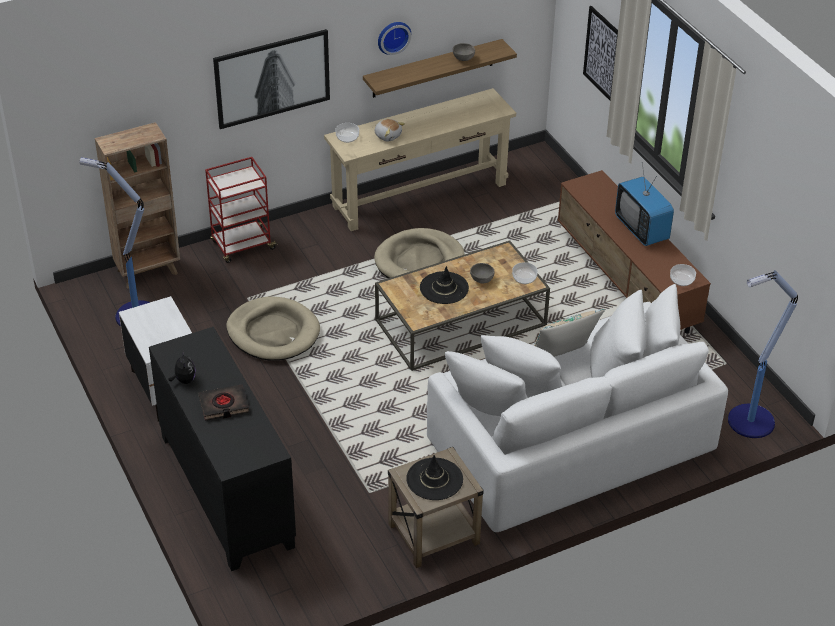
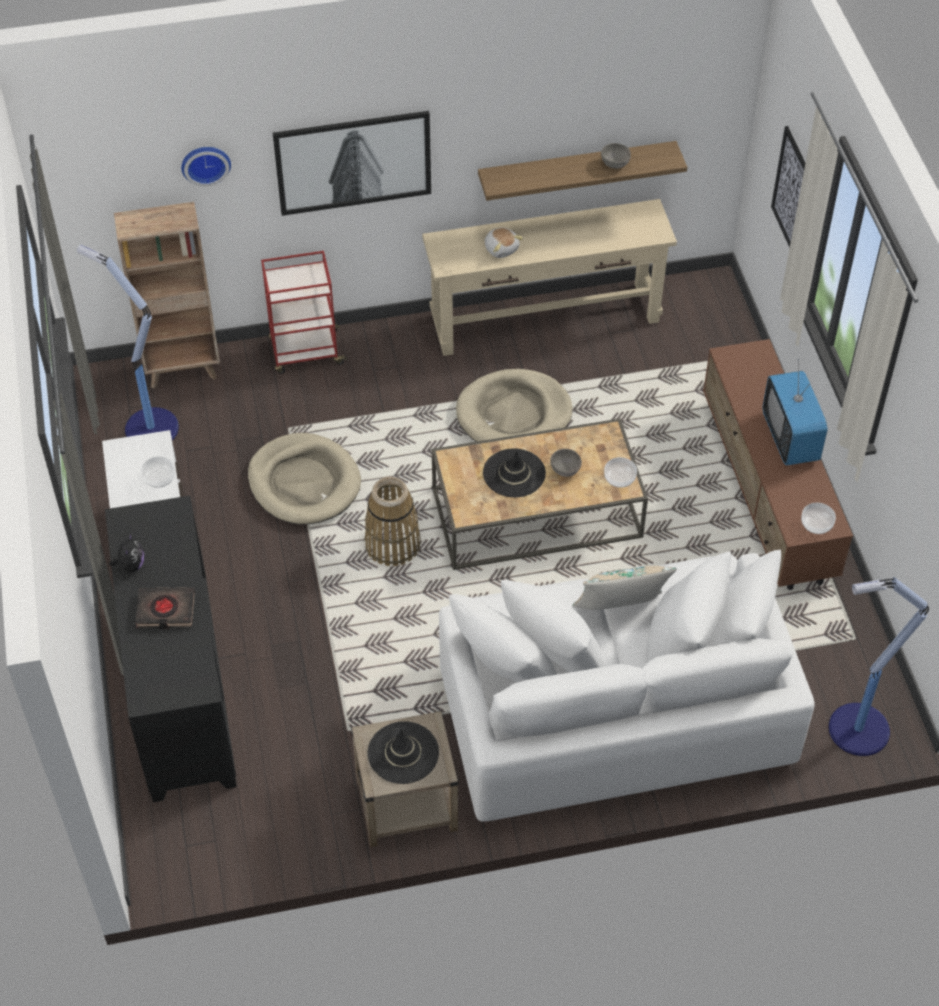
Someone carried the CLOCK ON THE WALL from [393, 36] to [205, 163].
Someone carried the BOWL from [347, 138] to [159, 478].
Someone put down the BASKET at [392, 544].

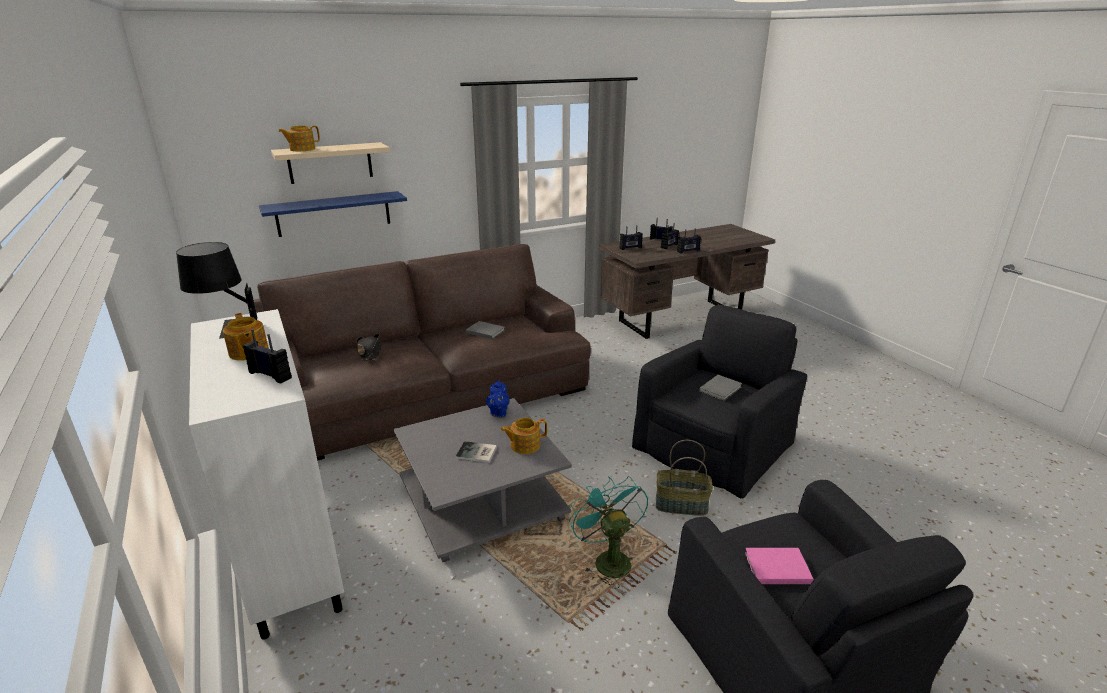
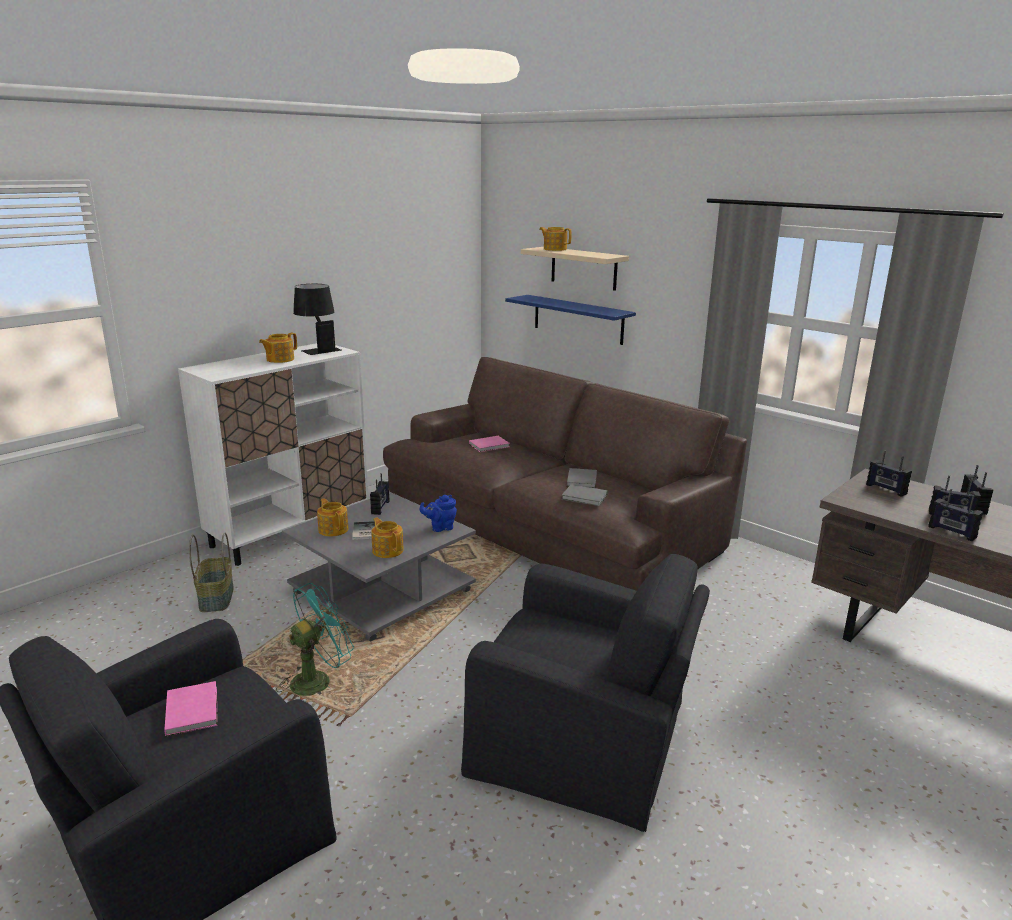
Someone carried the RADIO RECEIVER from [271, 375] to [380, 507].
Someone swapped the BLACKISH HAT at [370, 352] for the PINK VOLUME at [490, 445].
Someone carried the GRAY VOLUME from [721, 389] to [585, 497].
Someone carried the BASKET from [681, 505] to [215, 598].
Someone put down the TEAPOT at [333, 529].

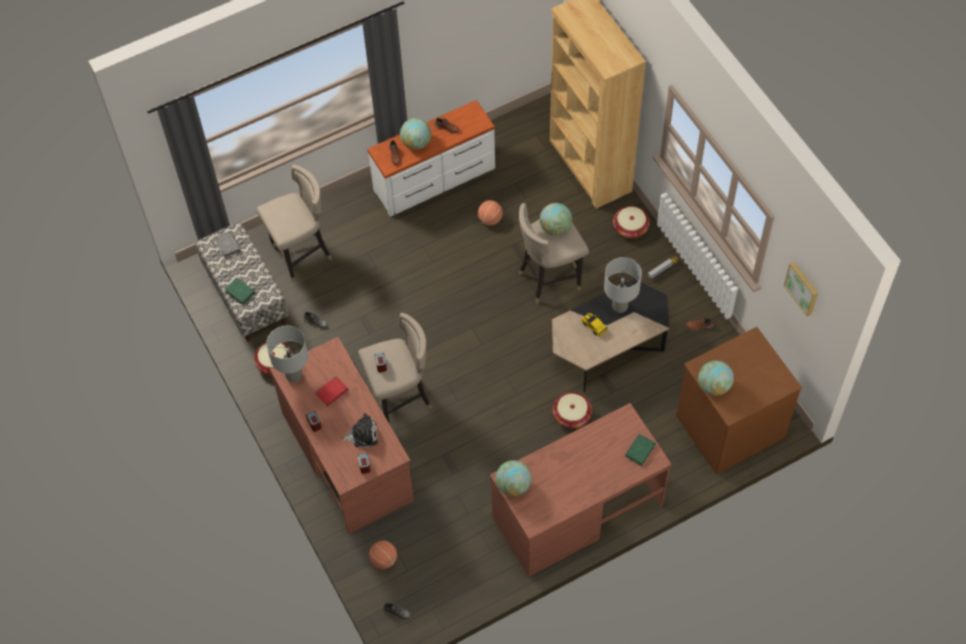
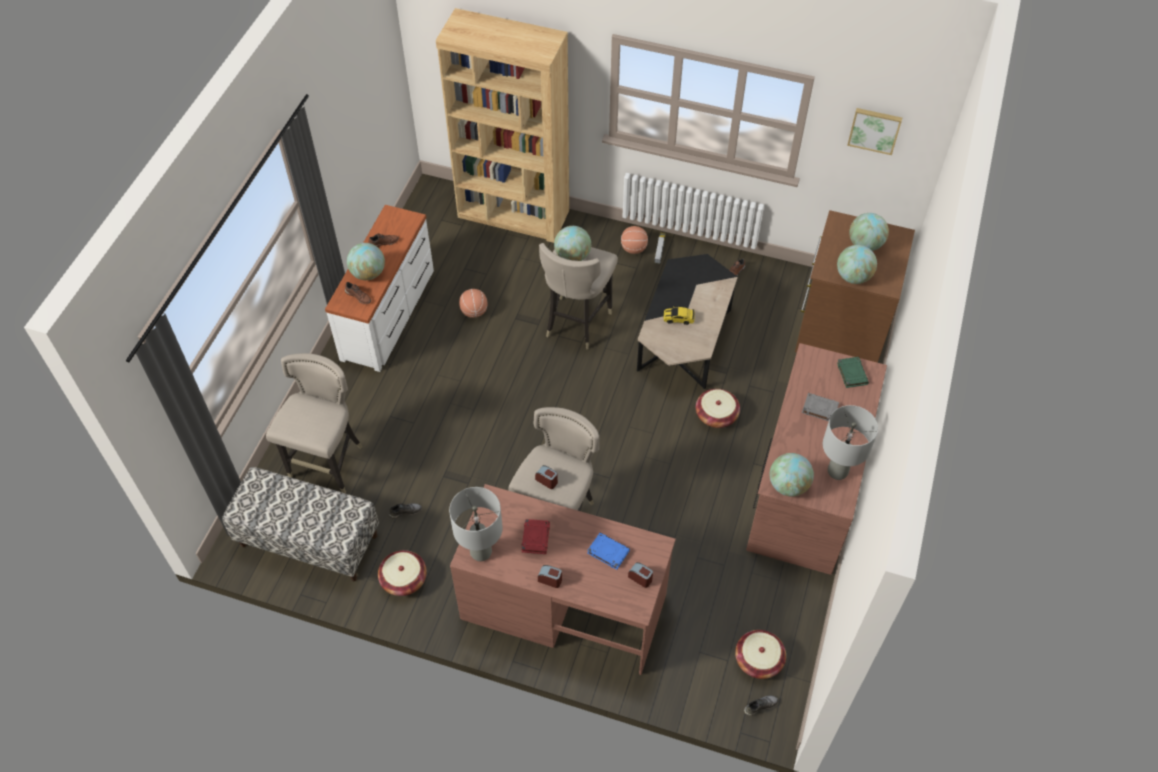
Someone carried the BASKET from [630, 228] to [758, 660].
Someone carried the GRAY VOLUME from [227, 245] to [819, 409].
Someone carried the GRAY TABLE LAMP from [620, 306] to [837, 471].
Someone took away the GREEN-COLOURED VOLUME at [239, 292].
Someone swapped the SOFT TOY at [363, 434] for the BLUE VOLUME at [607, 552].
Someone carried the BASKETBALL from [384, 560] to [634, 248].
Someone put down the WORLD GLOBE at [865, 244].

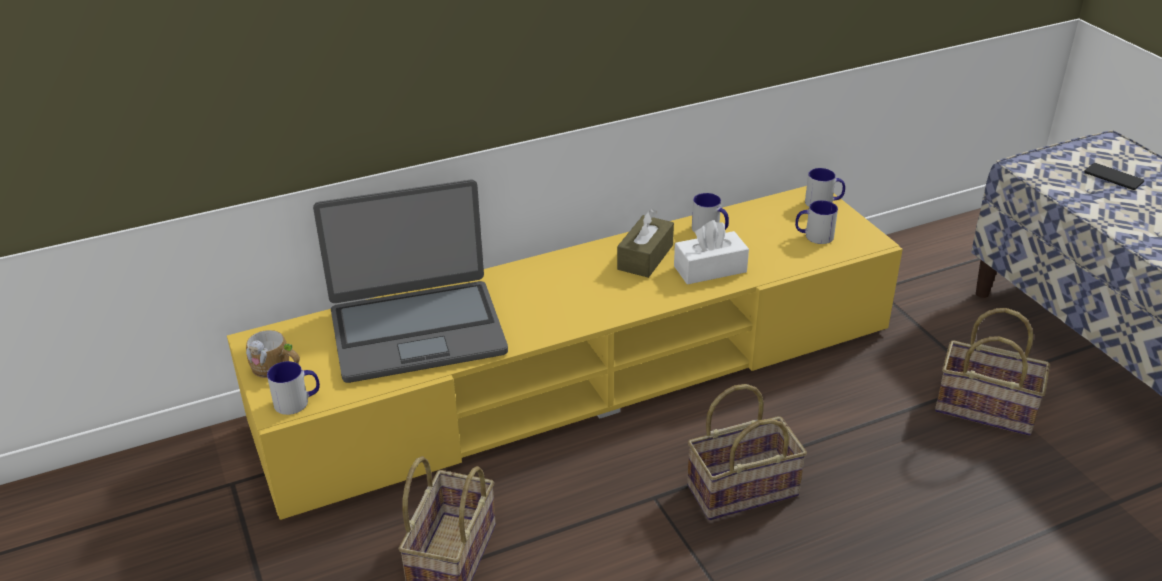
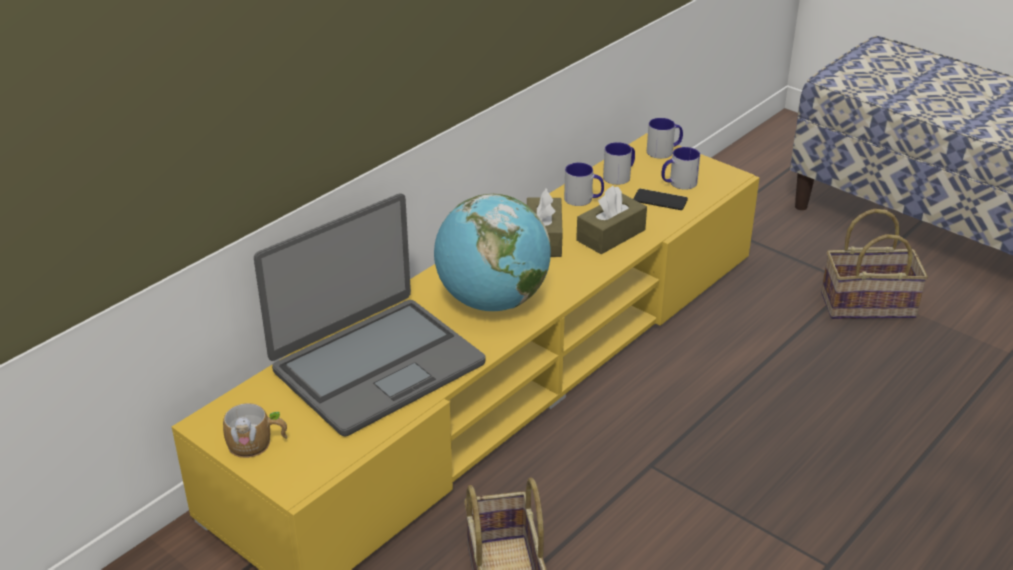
Someone carried the HANDSET from [1113, 177] to [660, 200].
Someone repainted the WHITE BOX OF TISSUES at [710, 269], which became the BROWN BOX OF TISSUES at [611, 235].
Someone carried the COFFEE MUG from [298, 402] to [620, 175].
Someone took away the BASKET at [744, 488].
Someone put down the WORLD GLOBE at [492, 301].

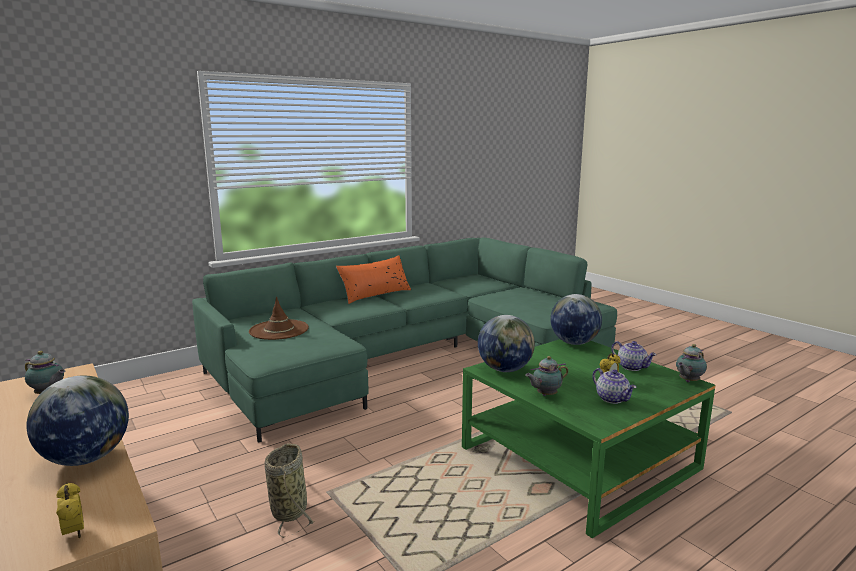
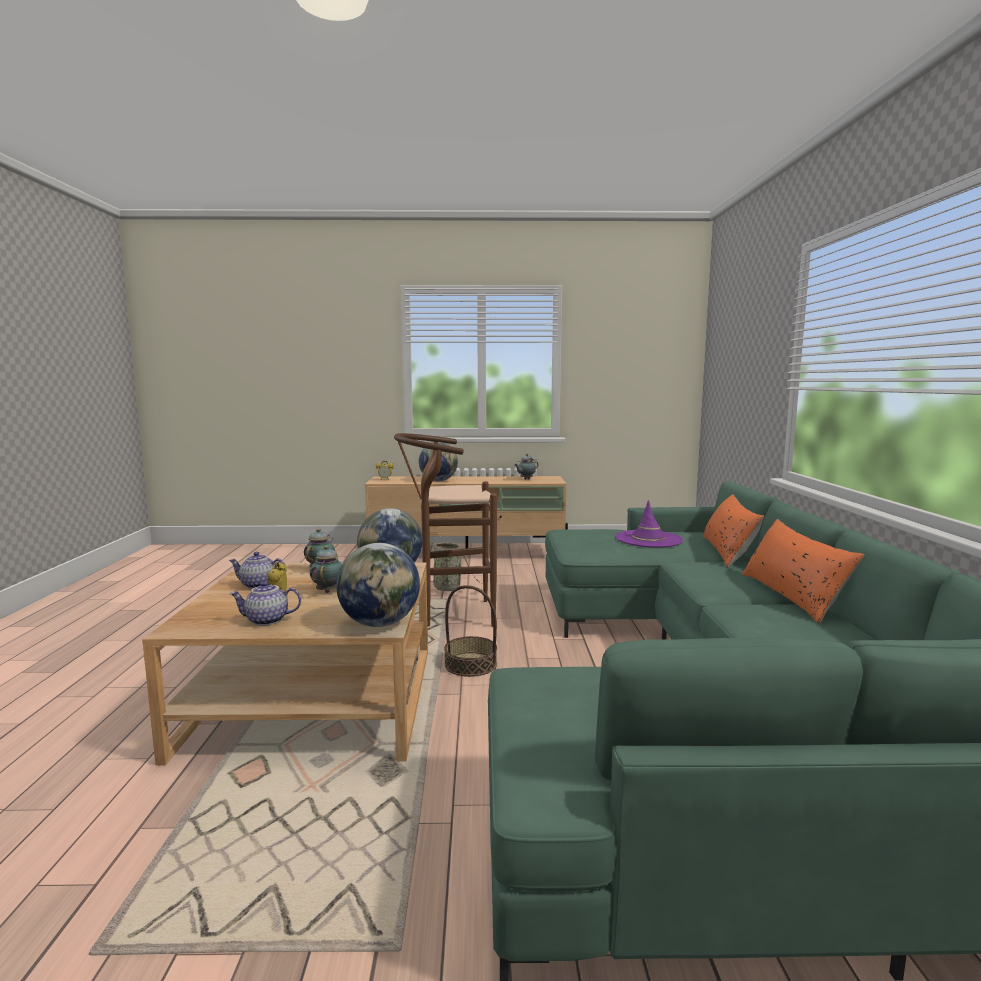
Someone repainted the BROWN HAT at [279, 330], which became the PURPLISH HAT at [648, 539].
Someone repainted the GREEN-COLOURED LOW TABLE at [578, 458], which became the BEIGE-COLOURED LOW TABLE at [315, 700].
Someone carried the TEAPOT from [688, 381] to [328, 590].
Someone put down the BROWN STOOL at [449, 615].
Someone put down the ORANGEY PILLOW at [728, 552].
Someone put down the BASKET at [470, 664].

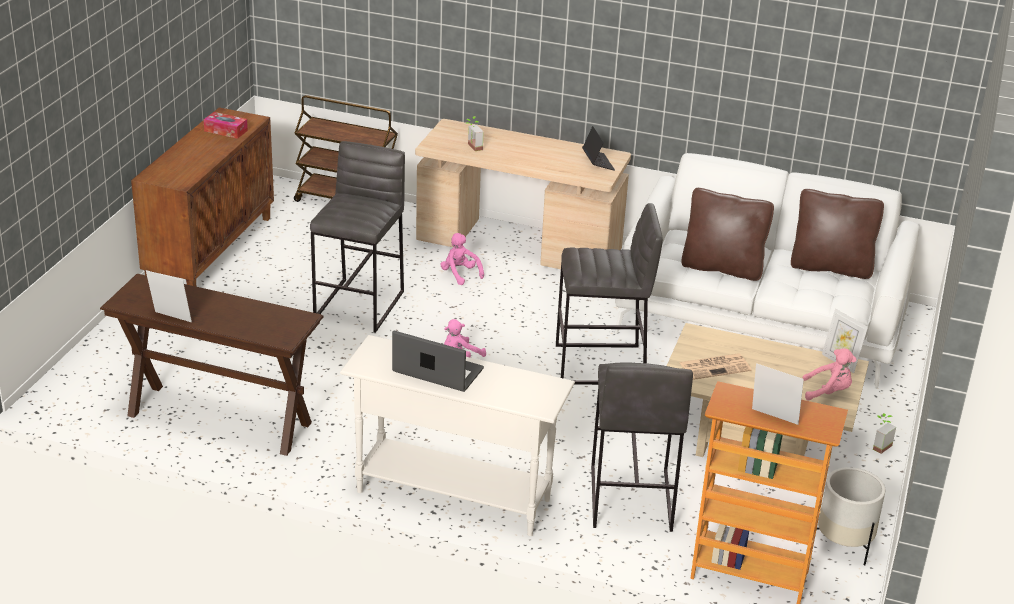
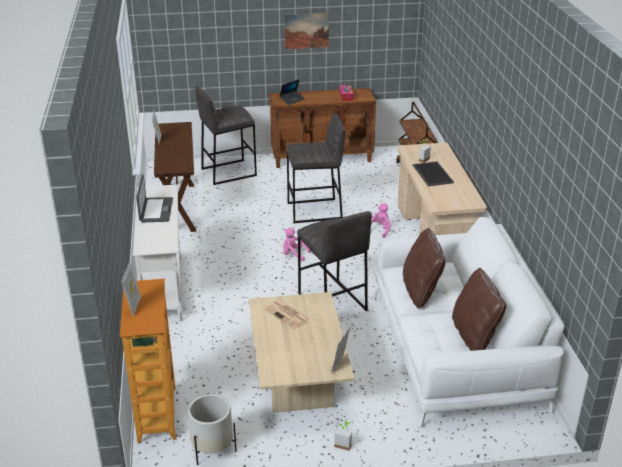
Someone carried the NOTEBOOK COMPUTER from [598, 163] to [292, 100].
Someone took away the PINK SOFT TOY at [828, 392].
Someone carried the GRAY STOOL from [629, 499] to [228, 172].
Someone put up the PICTURE at [306, 31].
Someone put down the SERVING TRAY at [431, 174].

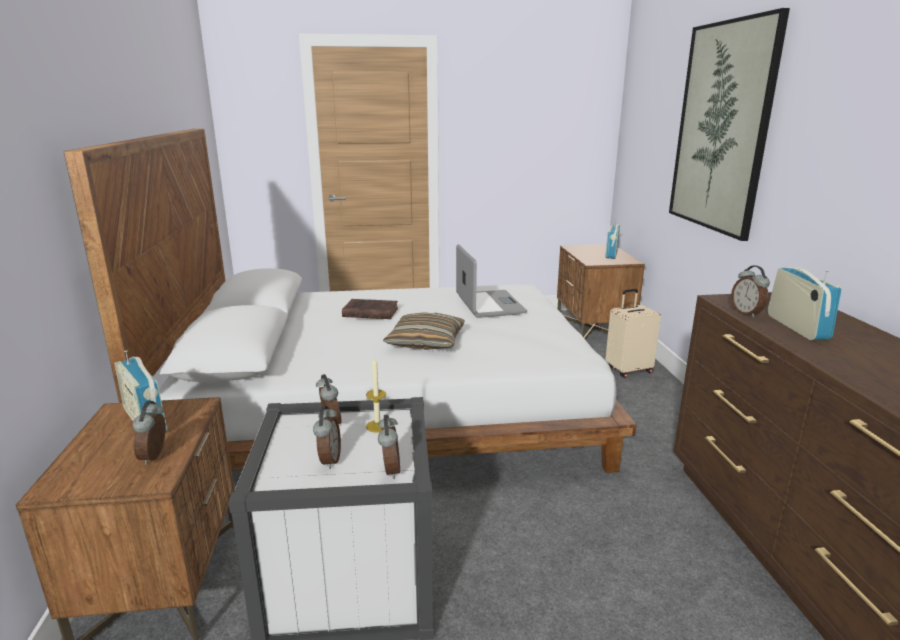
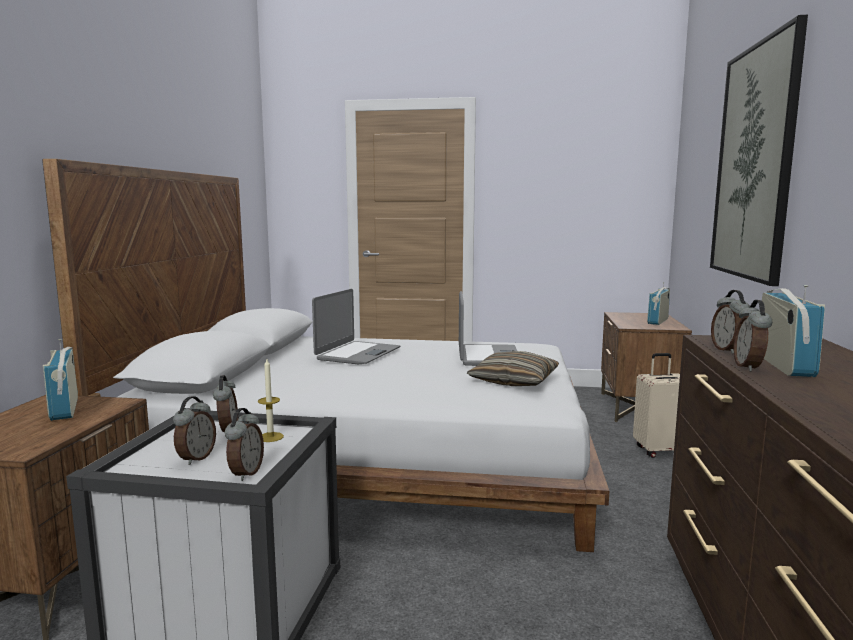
Someone swapped the BROWN VOLUME at [369, 312] for the NOTEBOOK COMPUTER at [358, 354].
Someone carried the PILLOW from [426, 341] to [514, 381].
Someone carried the TABLE CLOCK from [155, 456] to [749, 367].

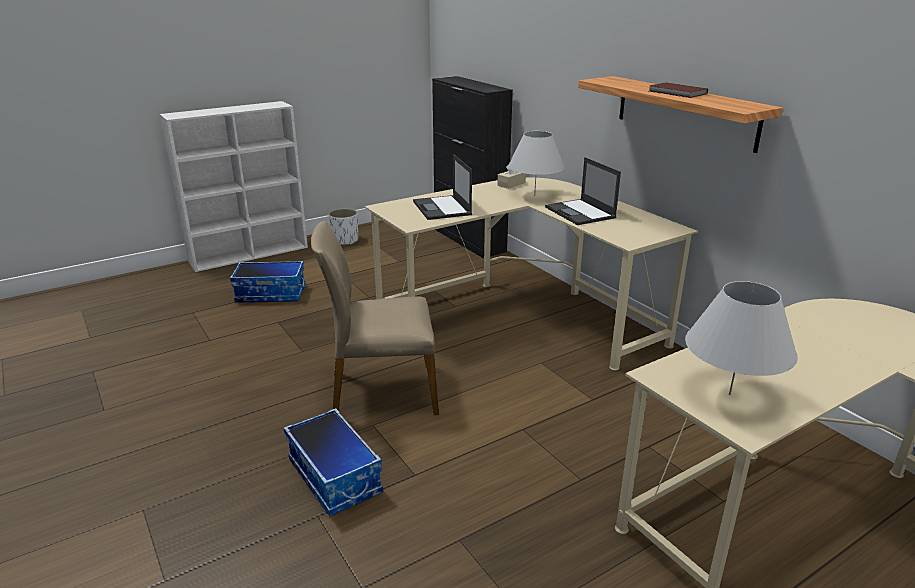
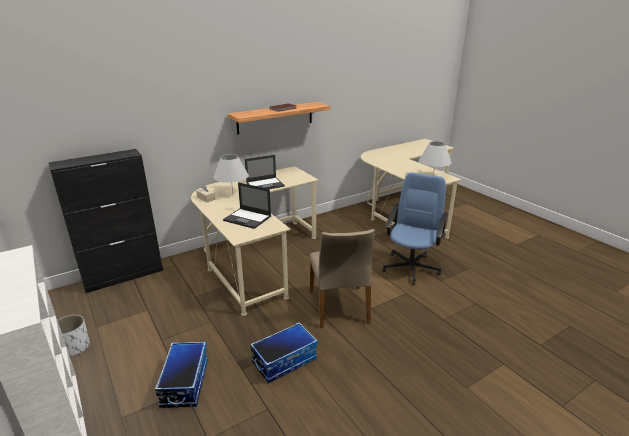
Someone rotated the NOTEBOOK COMPUTER at [442, 208] by 45 degrees clockwise.
Someone carried the STORAGE BIN from [336, 477] to [284, 360].
Someone put down the BLUE DESK CHAIR at [411, 267].

